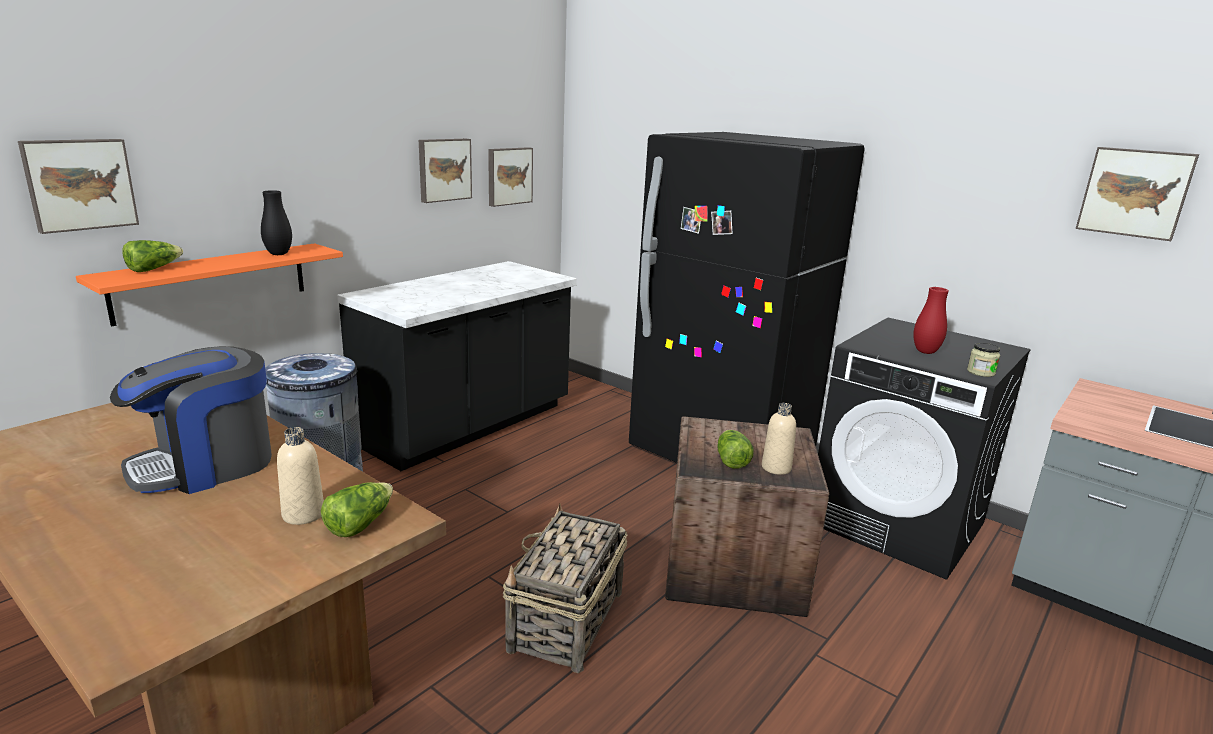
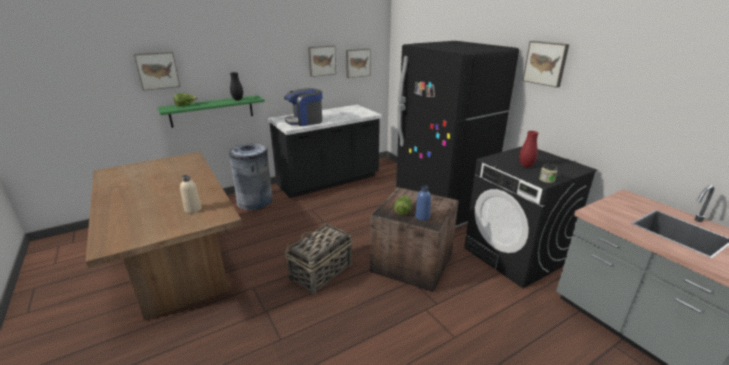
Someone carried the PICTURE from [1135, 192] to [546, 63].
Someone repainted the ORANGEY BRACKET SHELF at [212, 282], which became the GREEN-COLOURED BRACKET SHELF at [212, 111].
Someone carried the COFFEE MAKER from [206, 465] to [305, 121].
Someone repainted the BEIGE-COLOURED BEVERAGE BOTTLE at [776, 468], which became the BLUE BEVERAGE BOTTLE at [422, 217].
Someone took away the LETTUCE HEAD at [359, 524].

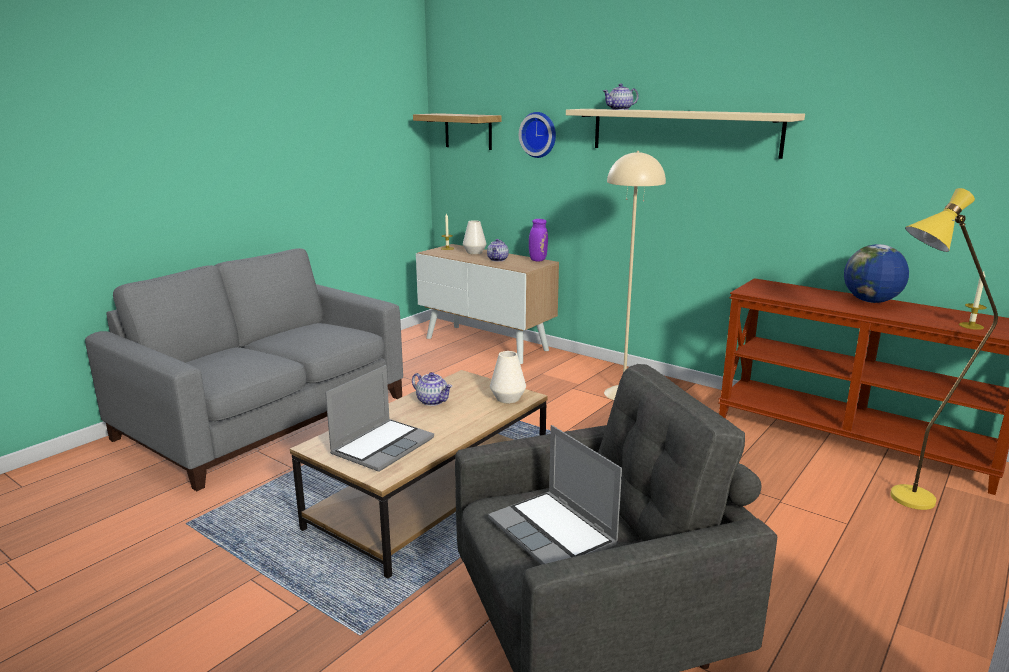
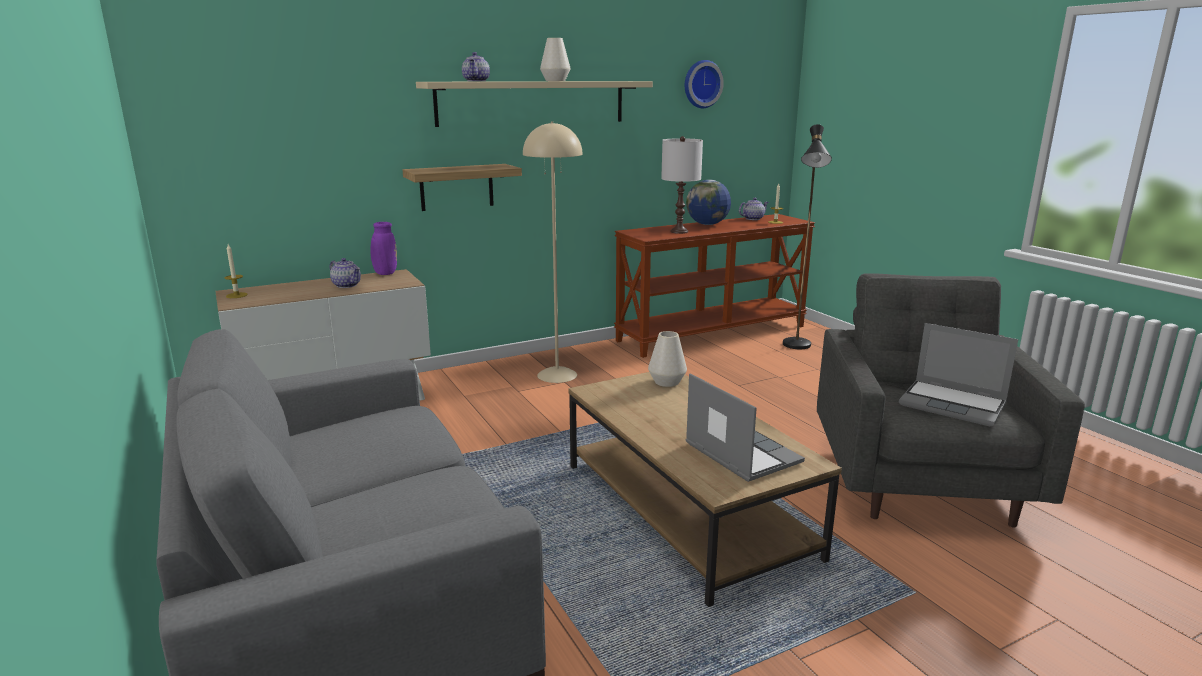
Someone carried the CLOCK ON THE WALL from [539, 134] to [701, 84].
Someone carried the BRACKET SHELF from [468, 131] to [456, 187].
Someone repainted the YELLOWISH STANDING LAMP at [899, 501], which became the BLACKISH STANDING LAMP at [797, 348].
Someone carried the WHITE FLOWER VASE from [474, 252] to [555, 81].
Someone carried the TEAPOT from [433, 401] to [753, 219].
Someone rotated the NOTEBOOK COMPUTER at [554, 533] by 45 degrees clockwise.
Someone put down the WHITE TABLE LAMP at [679, 231].

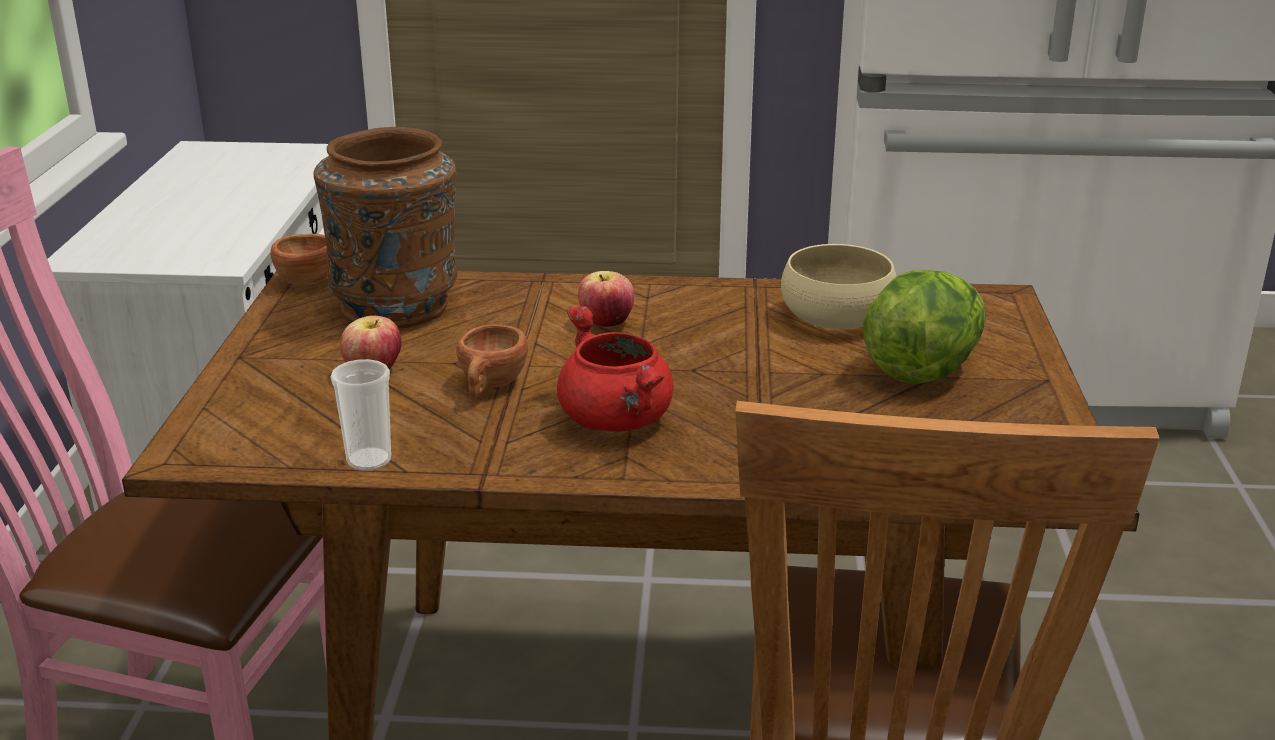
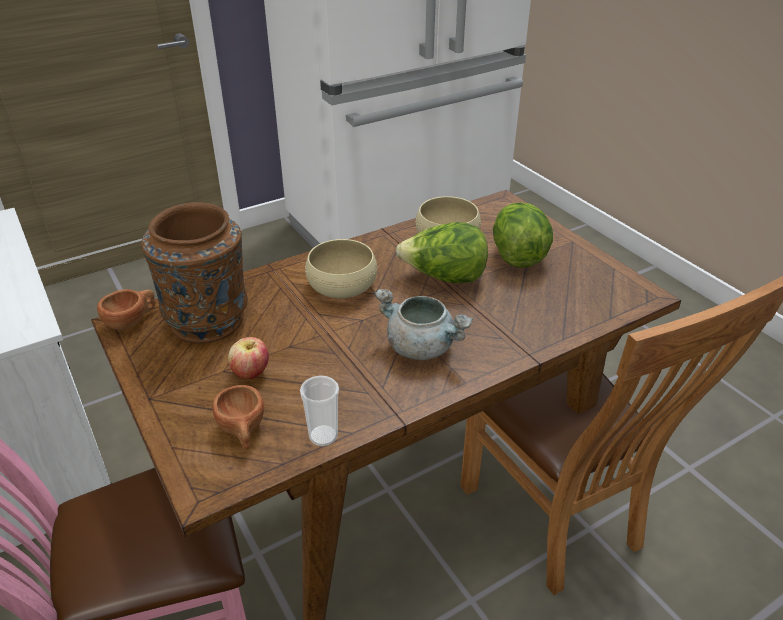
Someone swapped the APPLE FRUIT at [606, 323] for the BEIGE-COLOURED BOWL at [341, 286].
Someone repainted the REDDISH COOKING POT at [618, 421], which became the GRAY COOKING POT at [422, 347].
Someone carried the BROWN CUP from [490, 386] to [243, 431].
Someone put down the LETTUCE HEAD at [444, 278].

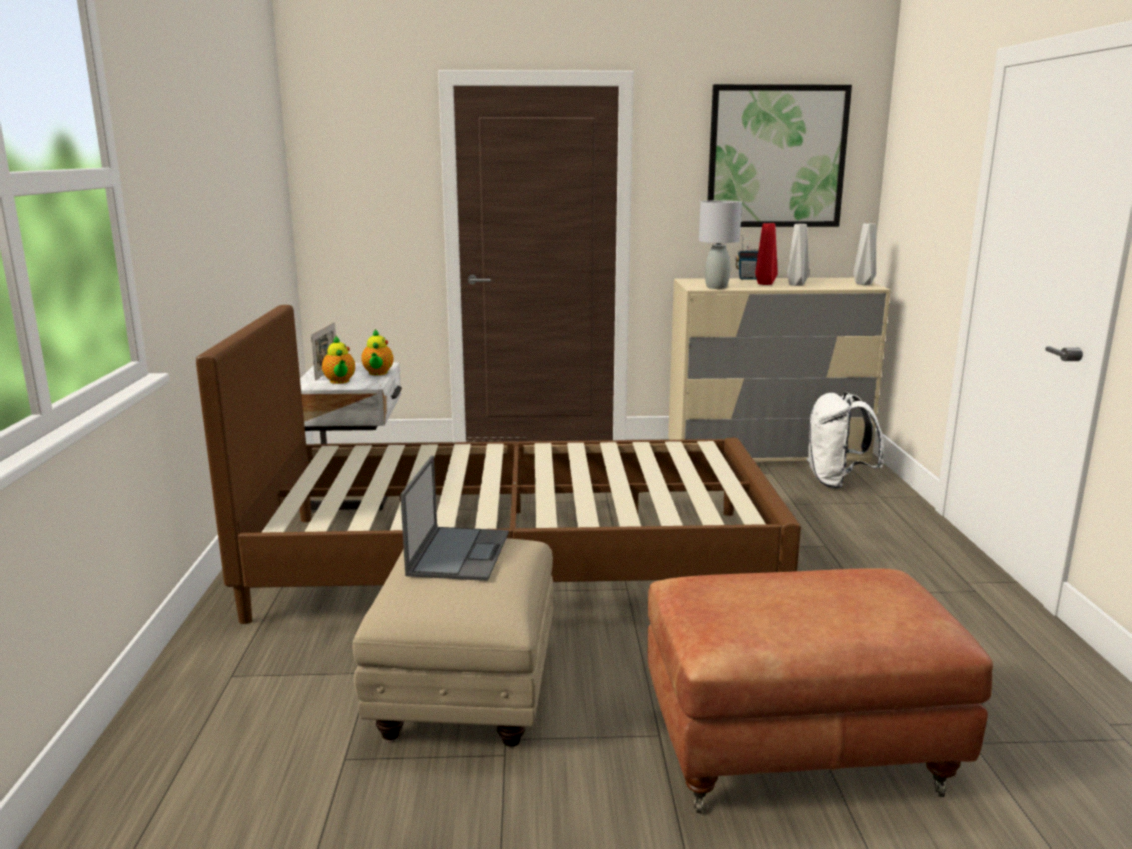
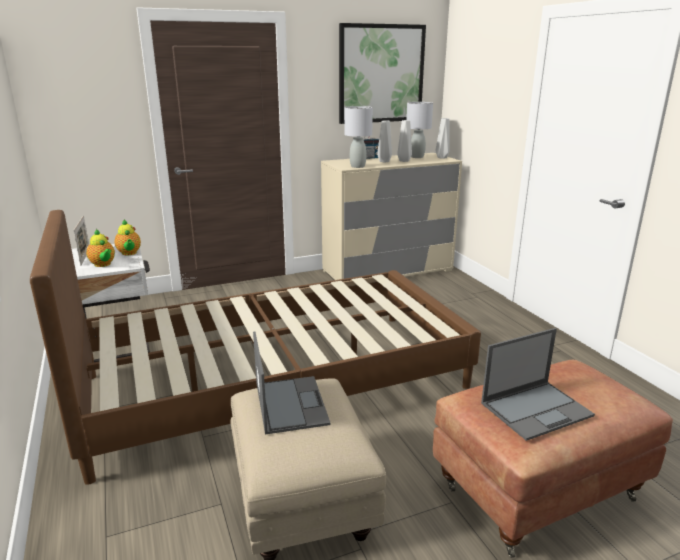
Someone repainted the REDDISH FLOWER VASE at [765, 284], which became the GRAY FLOWER VASE at [384, 161].
Someone took away the WHITE KNAPSACK at [837, 482].
Someone put down the GRAY TABLE LAMP at [417, 157].
Someone put down the NOTEBOOK COMPUTER at [537, 409].

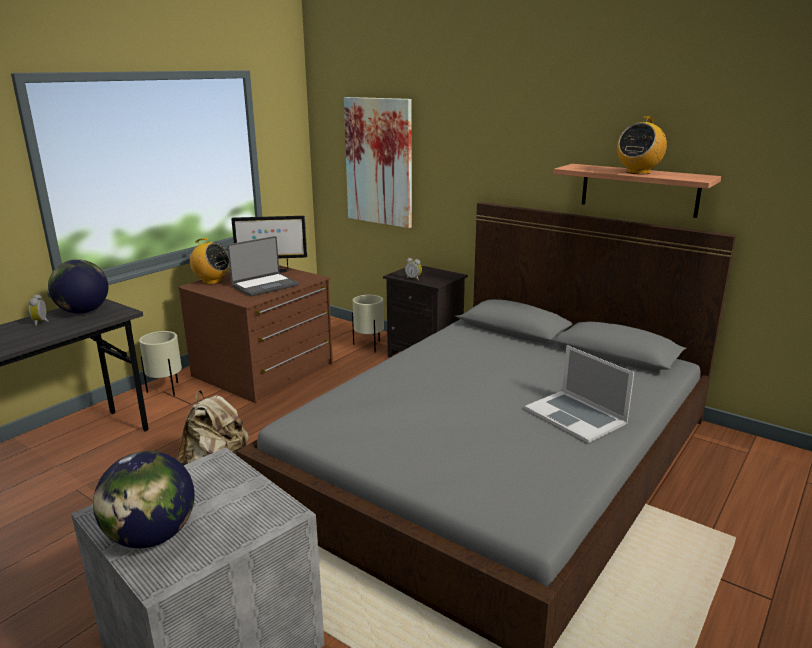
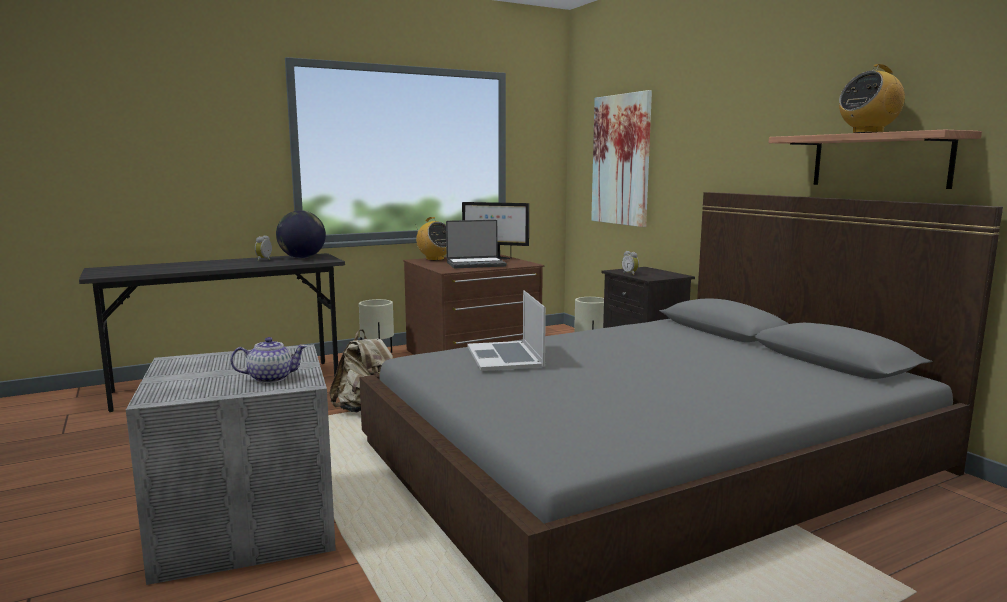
Someone carried the NOTEBOOK COMPUTER from [575, 416] to [505, 356].
Someone took away the WORLD GLOBE at [151, 537].
Someone put down the TEAPOT at [271, 378].

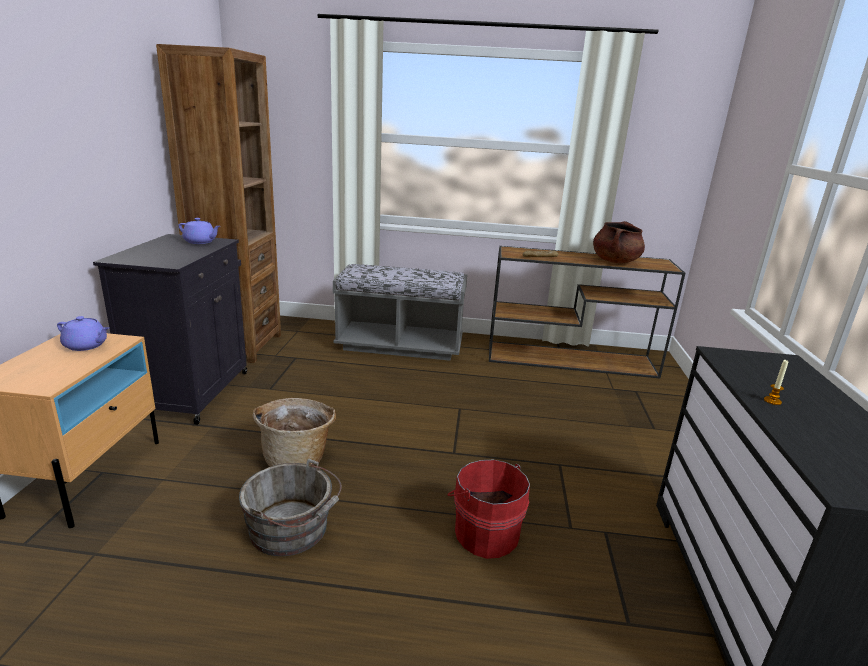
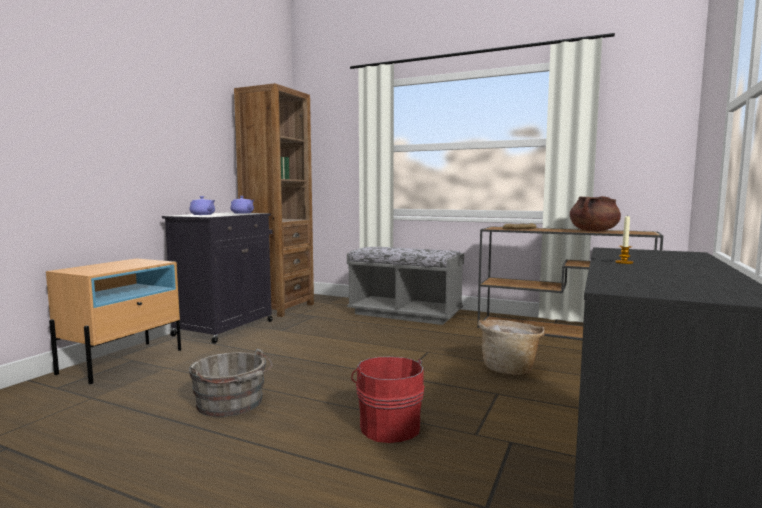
Someone carried the PURPLISH TEAPOT from [86, 346] to [203, 214].
Someone carried the BASKET from [297, 458] to [509, 369].

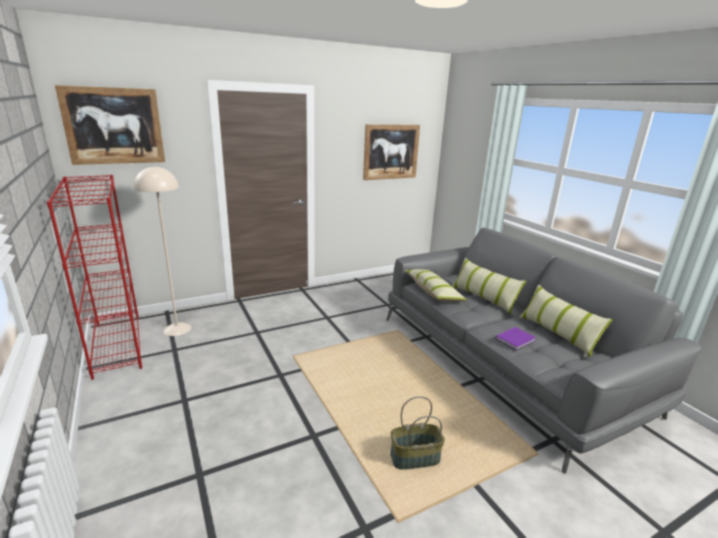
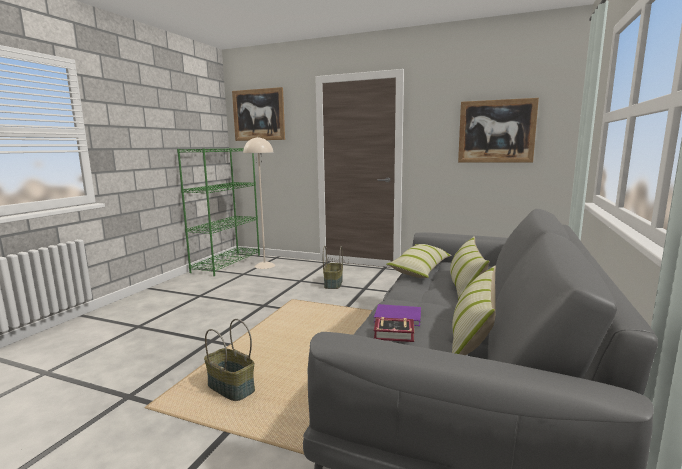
Someone repainted the REDDISH SHELVING UNIT at [117, 344], which became the GREEN-COLOURED SHELVING UNIT at [227, 263].
Someone put down the BASKET at [333, 284].
Someone put down the VOLUME at [396, 334].

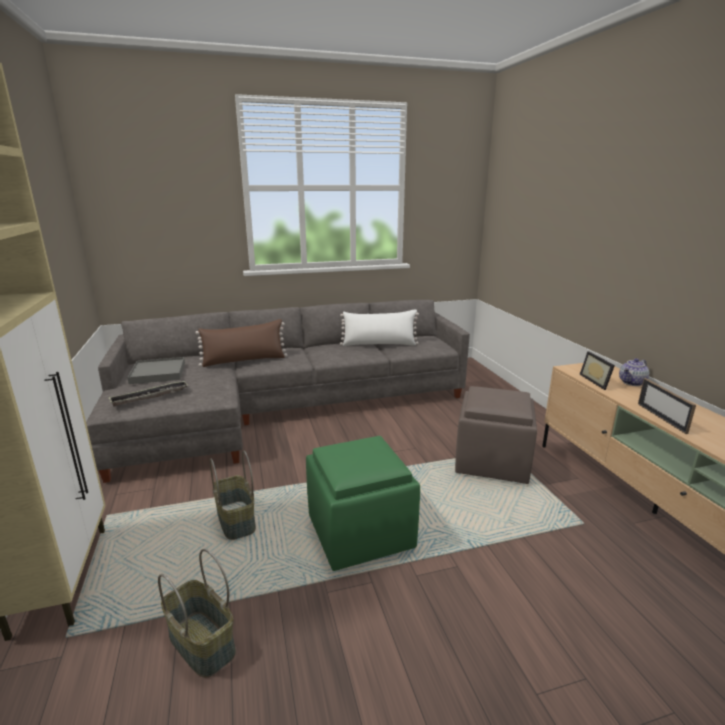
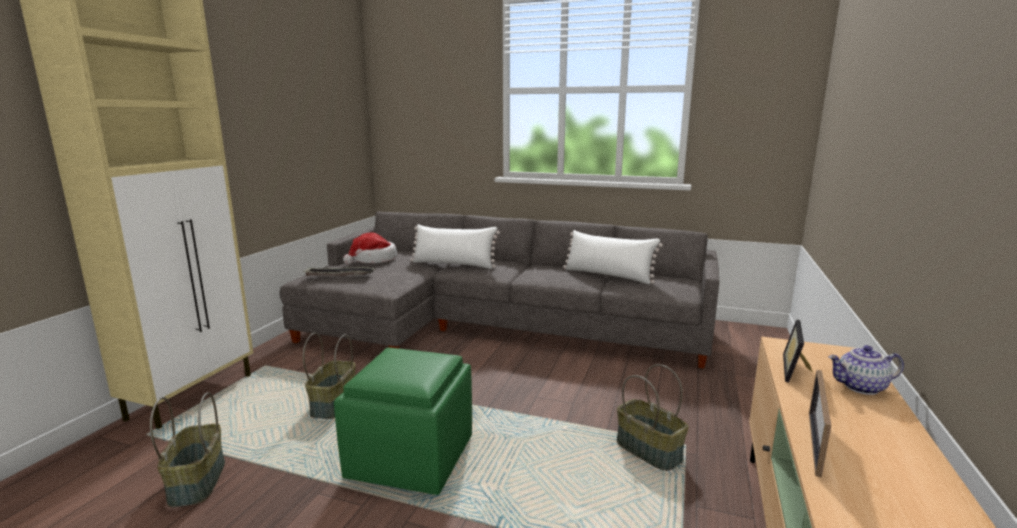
Someone repainted the BROWN PILLOW at [244, 360], which became the WHITE PILLOW at [453, 264].
Someone swapped the GRAY SERVING TRAY at [158, 373] for the HAT at [373, 260].
Someone swapped the BROWN POUFFE at [492, 461] for the BASKET at [649, 451].

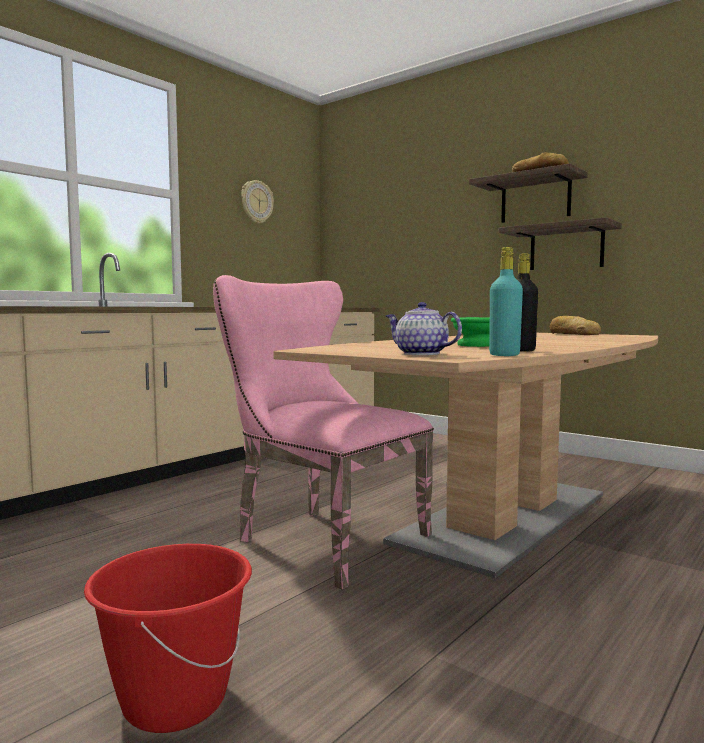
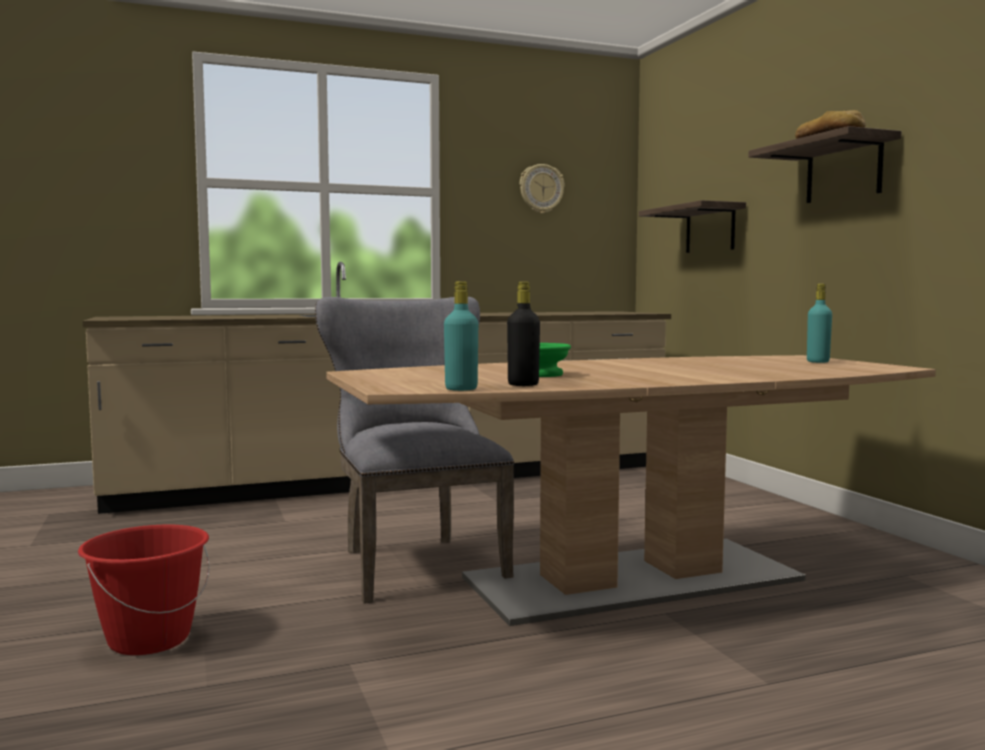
Someone carried the BRACKET SHELF from [566, 248] to [710, 229].
Someone repainted the PINK UPRIGHT CHAIR at [320, 539], which became the GRAY UPRIGHT CHAIR at [414, 563].
Someone took away the TEAPOT at [420, 354].
Someone swapped the BREAD at [573, 334] for the TURQUOISE BEVERAGE BOTTLE at [818, 362].

